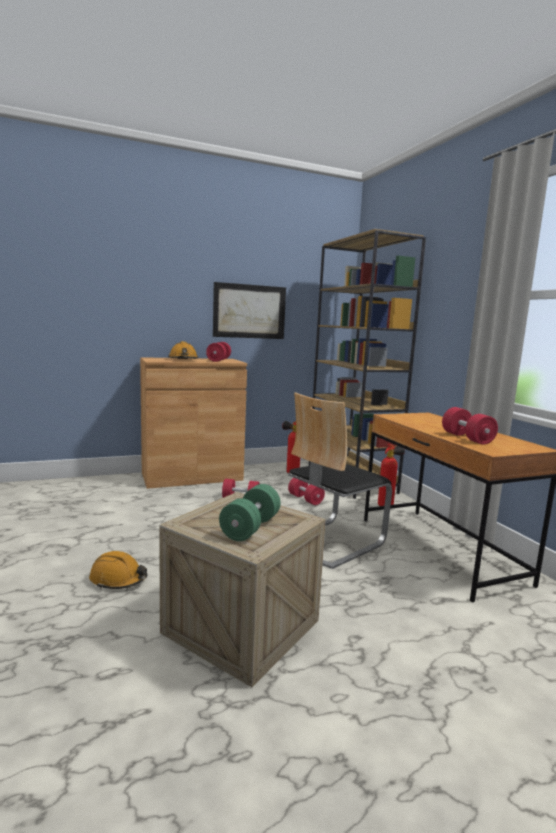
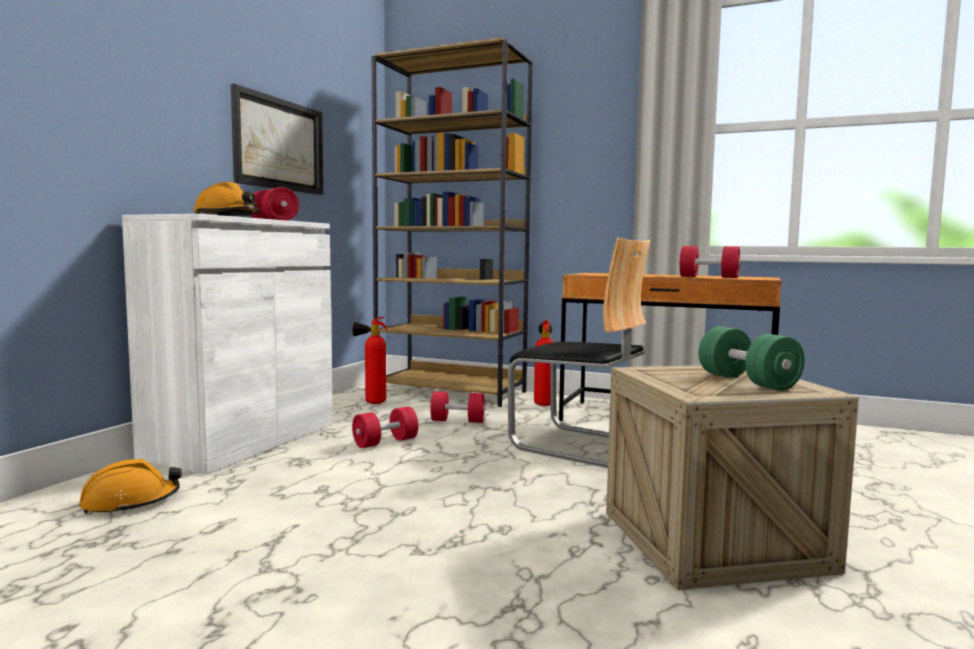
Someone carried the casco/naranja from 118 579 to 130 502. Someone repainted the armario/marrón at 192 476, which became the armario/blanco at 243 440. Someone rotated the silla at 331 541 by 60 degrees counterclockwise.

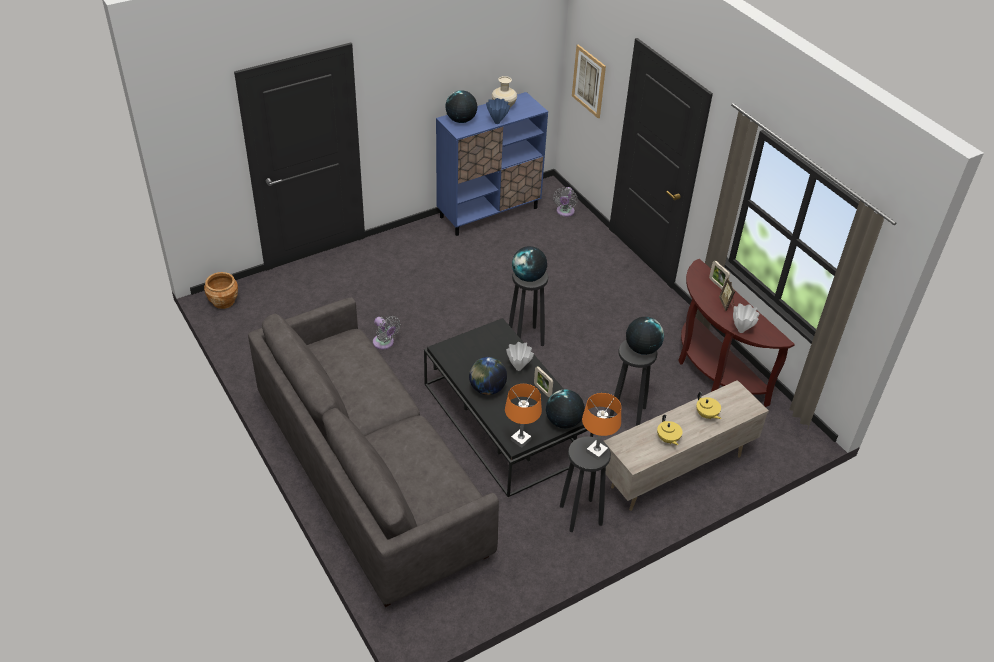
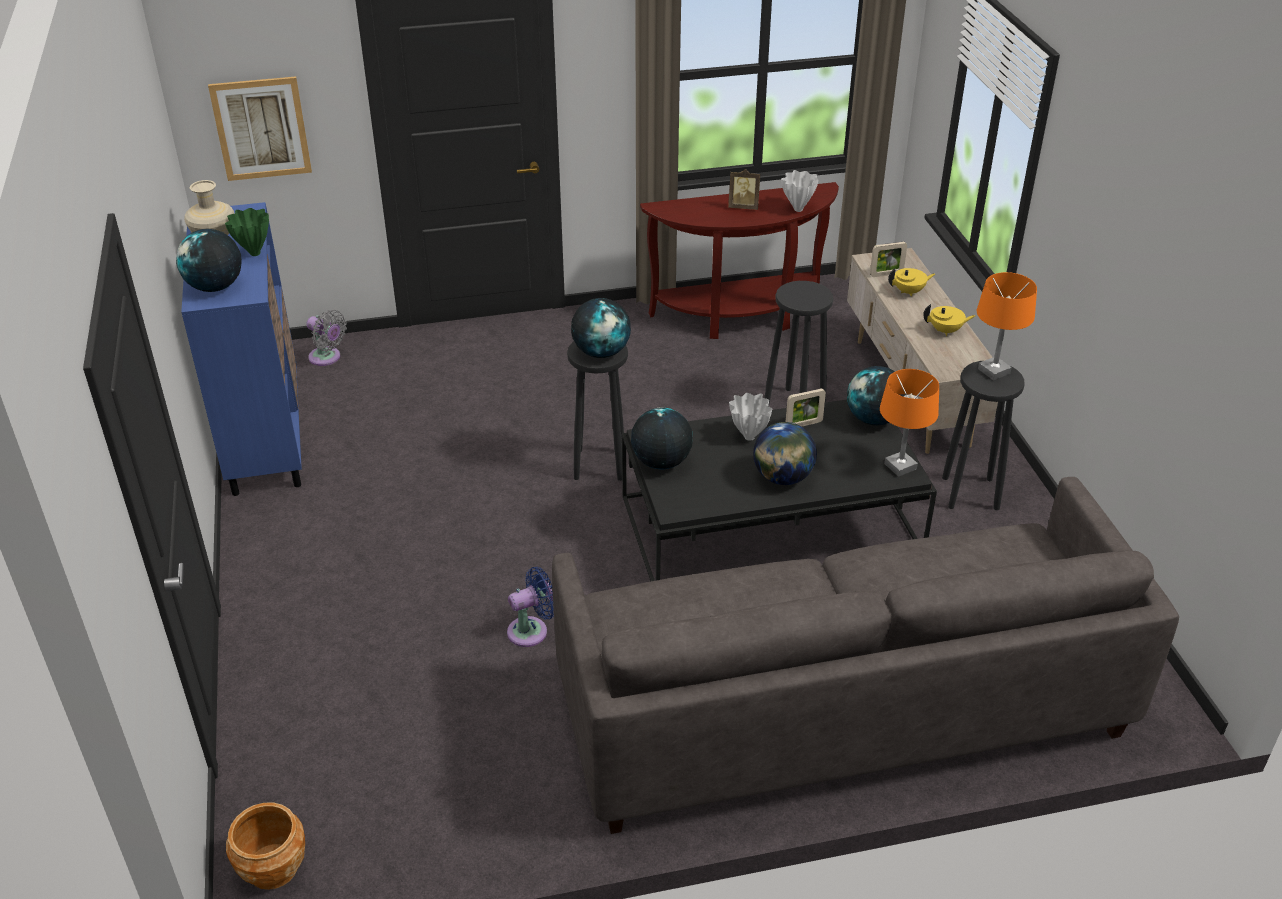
Someone repainted the ventilador/gris at 384 343, which became the ventilador/azul at 531 630. Someone repainted the florero/azul at 497 122, which became the florero/verde at 254 253. Someone carried the globo terráqueo from 642 349 to 661 462. Someone carried the portarretratos from 717 284 to 886 274.

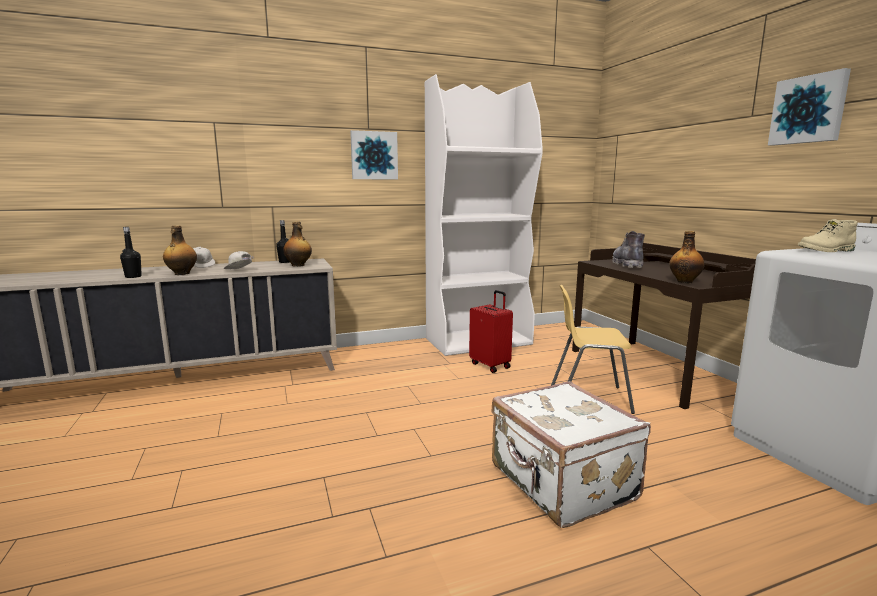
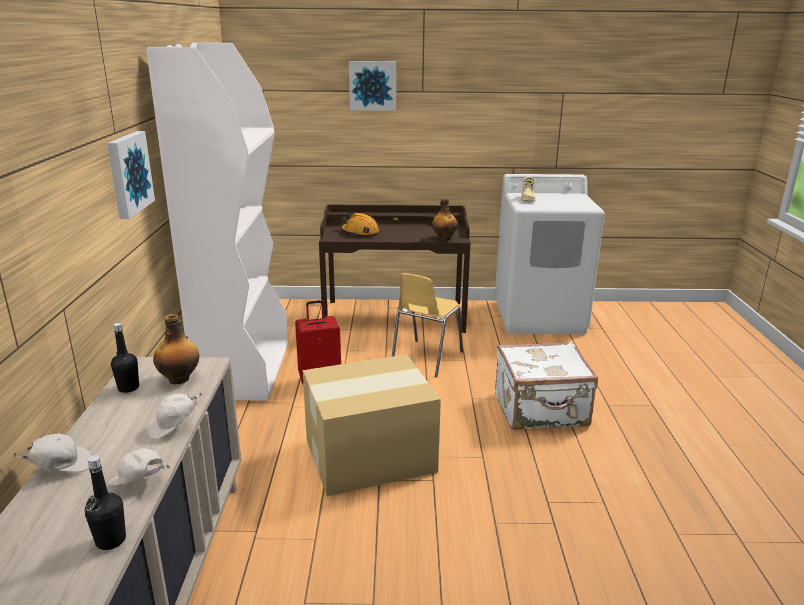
Someone swapped the botella at 181 274 for the gorra/blanco at 139 484. Someone swapped the bota/gris at 627 264 for the casco/naranja at 360 232. Someone carried the cuadro from 808 109 to 372 85. Someone put down the caja de cartón at 367 455.

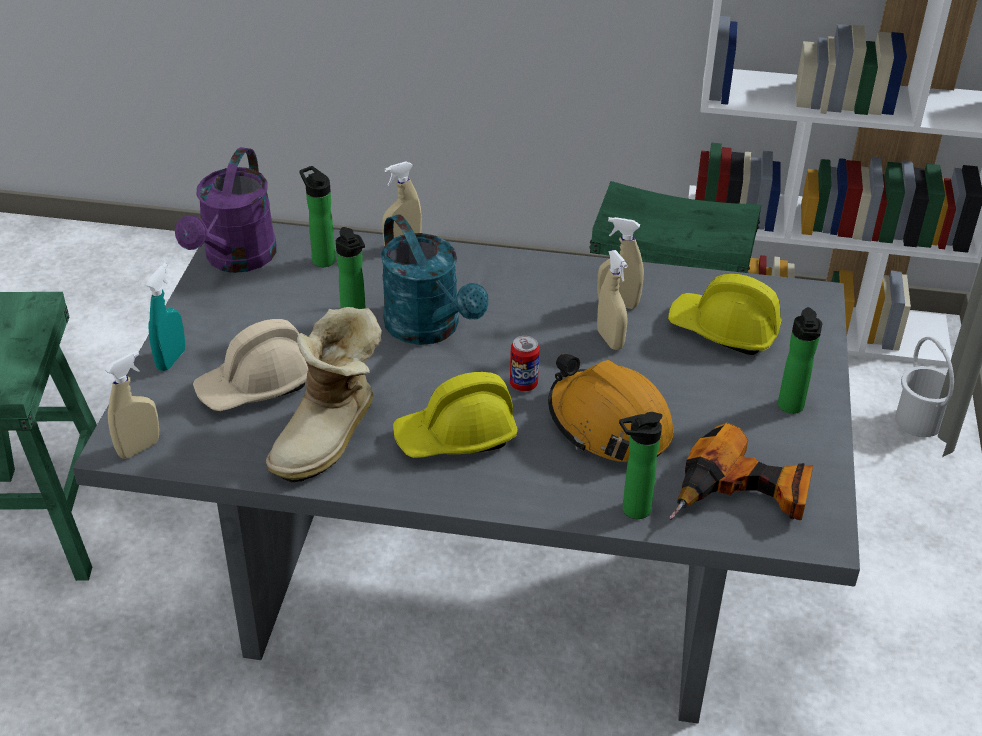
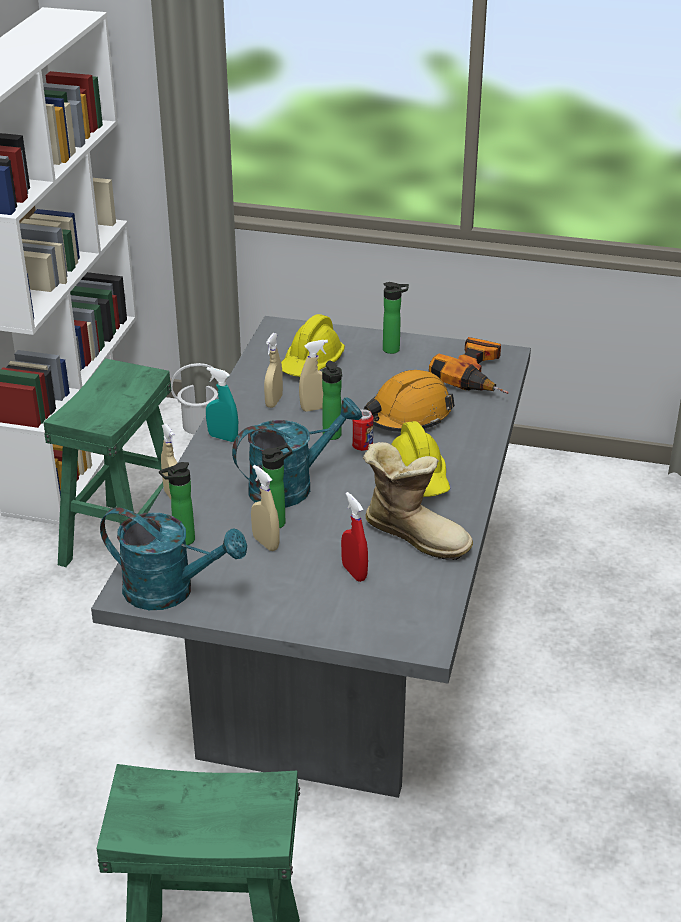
Someone carried the pulverizador/beis from 139 448 to 265 543. Someone carried the pulverizador/turquesa from 171 359 to 223 437. Someone repainted the regadera/morado at 236 260, which became the regadera/turquesa at 171 591. Someone swapped the casco/beis at 256 386 for the pulverizador/rojo at 354 572. Someone carried the botella from 632 510 to 332 436.

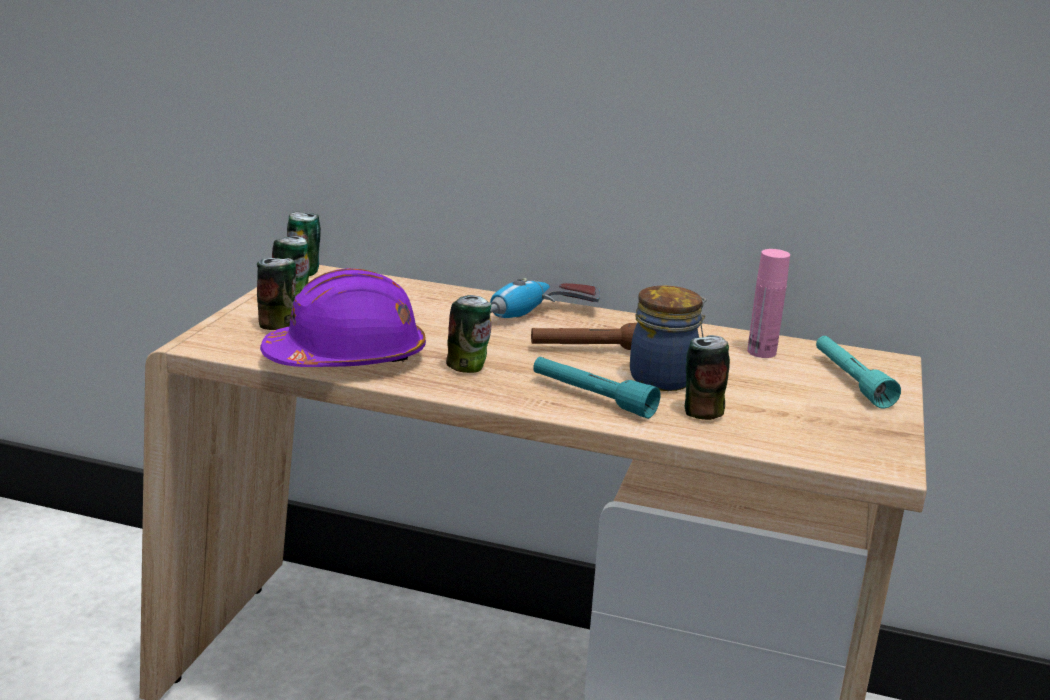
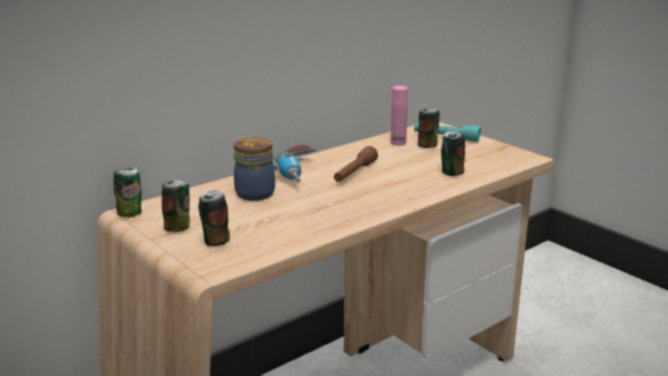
Someone took away the casco/morado at 347 358. Someone carried the lata from 469 368 to 427 146. Someone took away the linterna/turquesa at 592 397. Someone carried the tarro from 664 379 to 255 193.

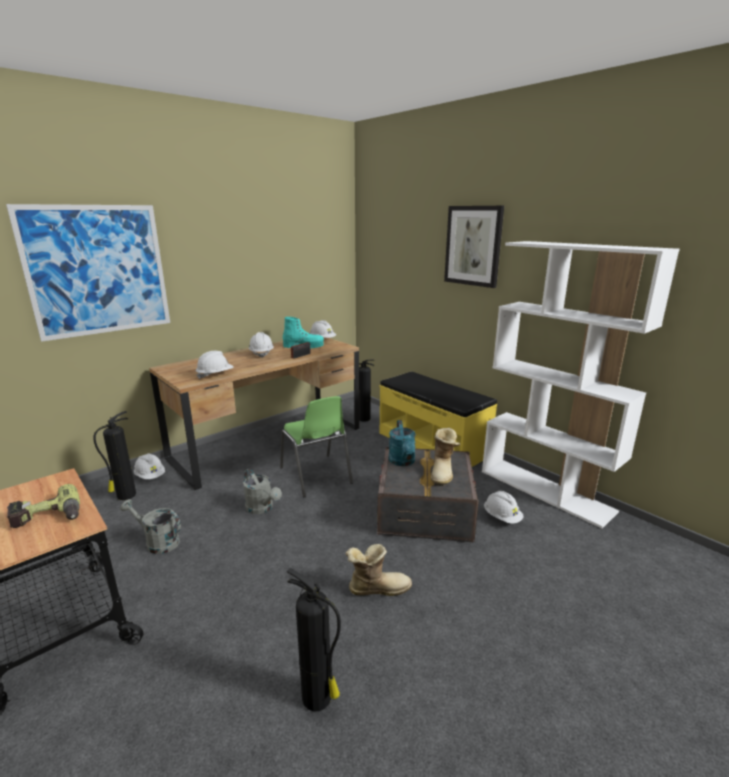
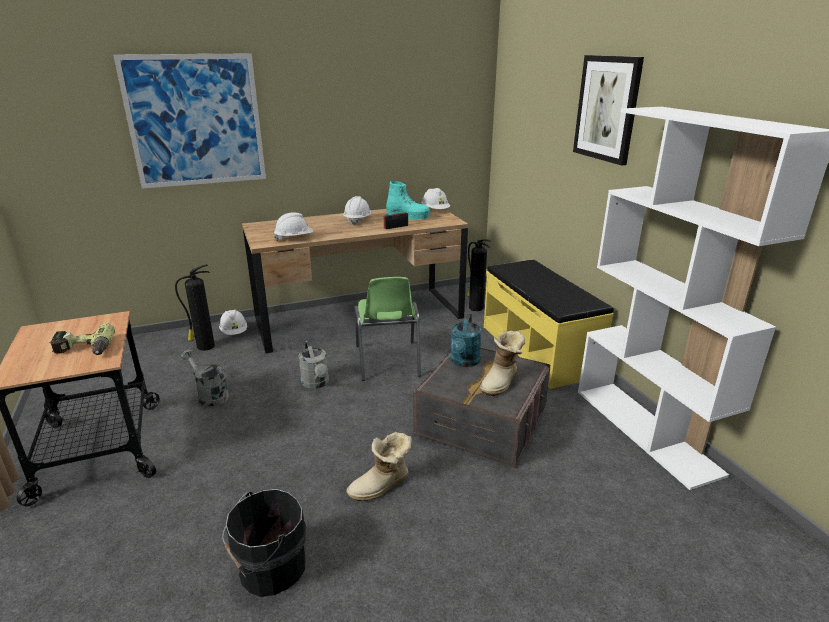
Someone swapped the extintor at 318 698 for the cubo/negro at 269 568. Someone rotated the bota at 377 588 by 135 degrees clockwise. Someone took away the casco/blanco at 502 517.

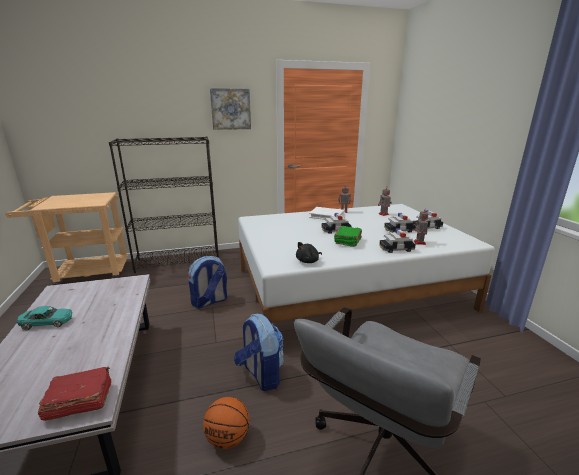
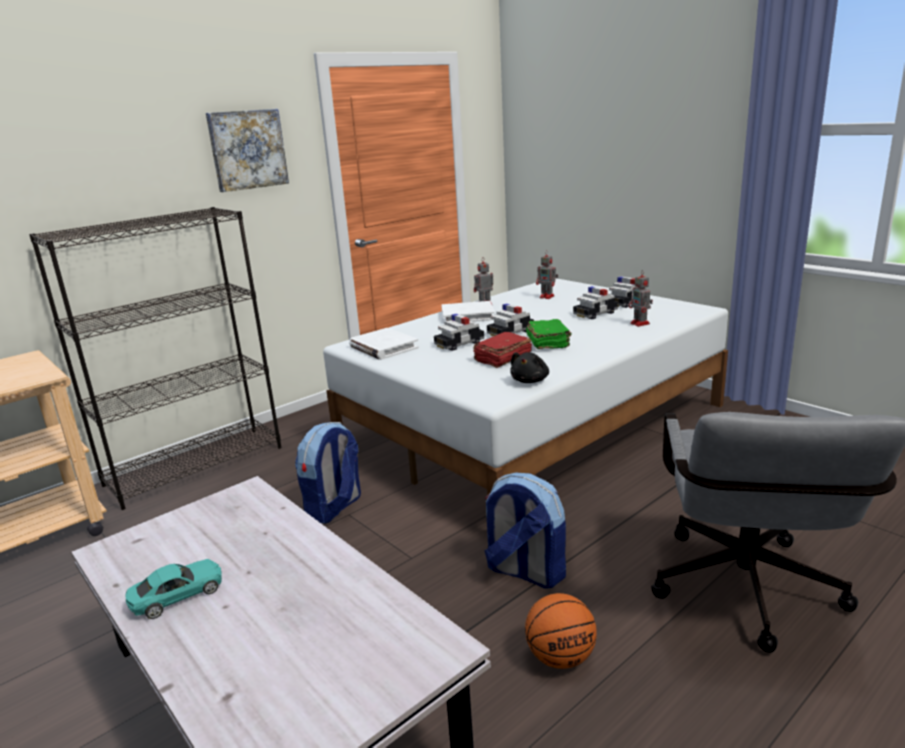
Someone carried the libro/rojo from 79 401 to 502 358. Someone carried the coche de juguete from 396 249 to 459 344. Someone put down the libro/blanco at 383 347.

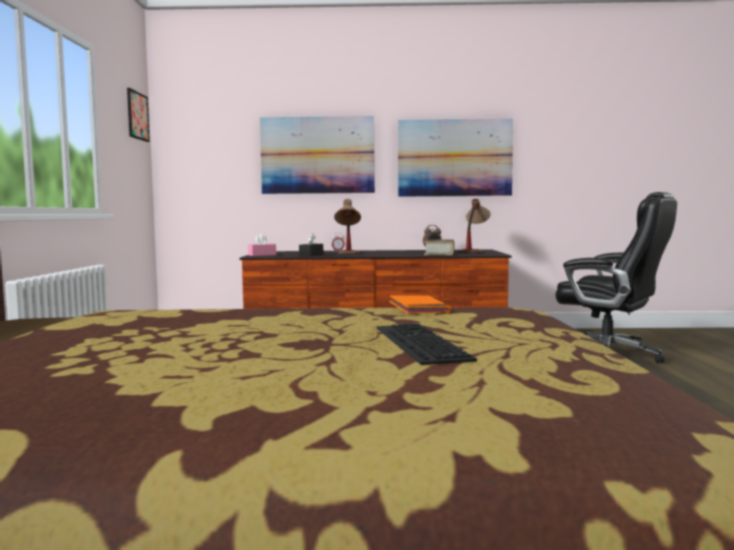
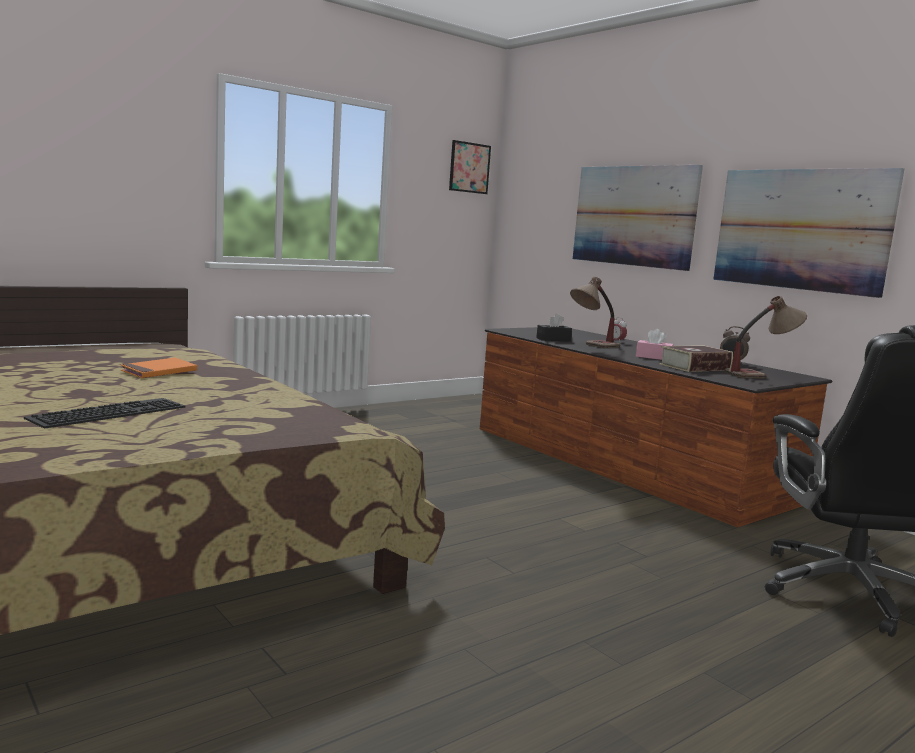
Someone carried the caja de pañuelos/rosa from 262 255 to 653 357. Someone carried the libro/naranja from 418 308 to 159 372.

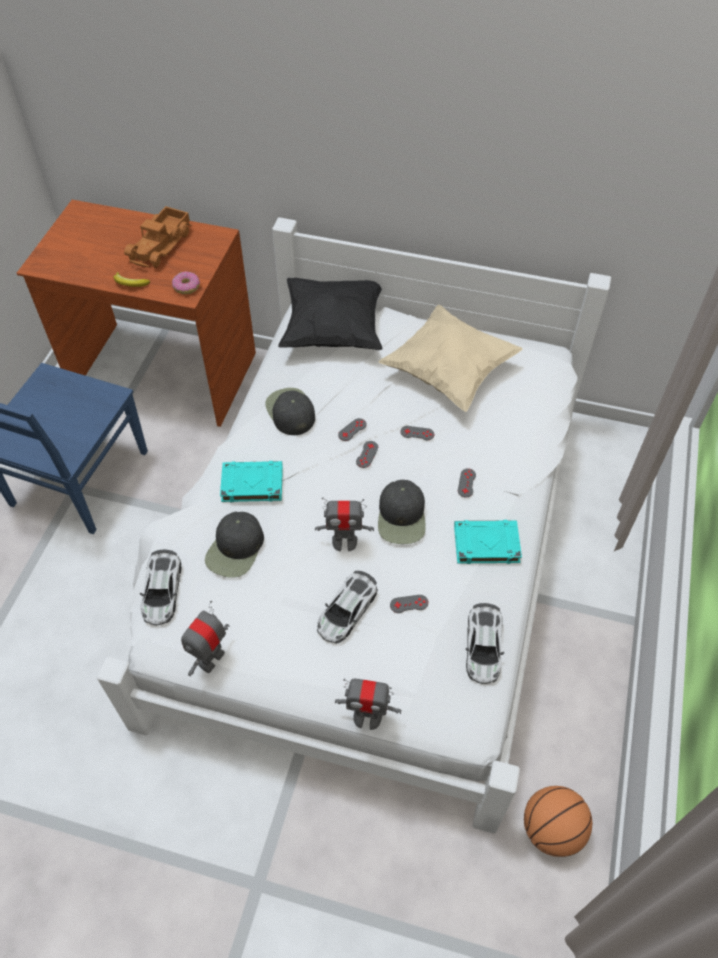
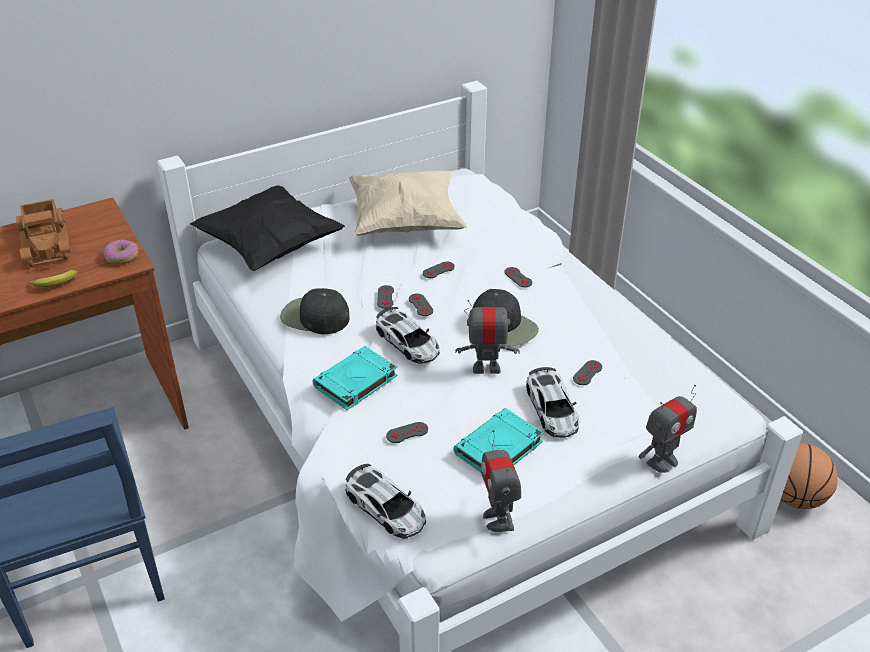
Someone swapped the gorra/negro at 236 549 for the mando de consola/gris at 407 433. Someone rotated the robot de juguete at 344 542 by 135 degrees counterclockwise. Someone carried the libro/turquesa from 485 544 to 498 449. Someone carried the coche de juguete from 483 647 to 408 342.

